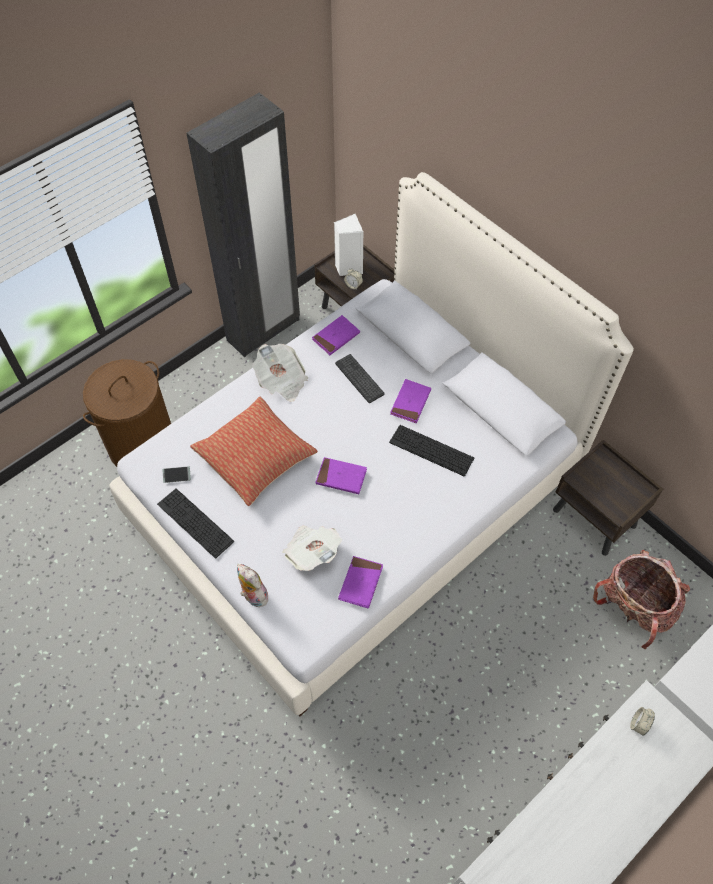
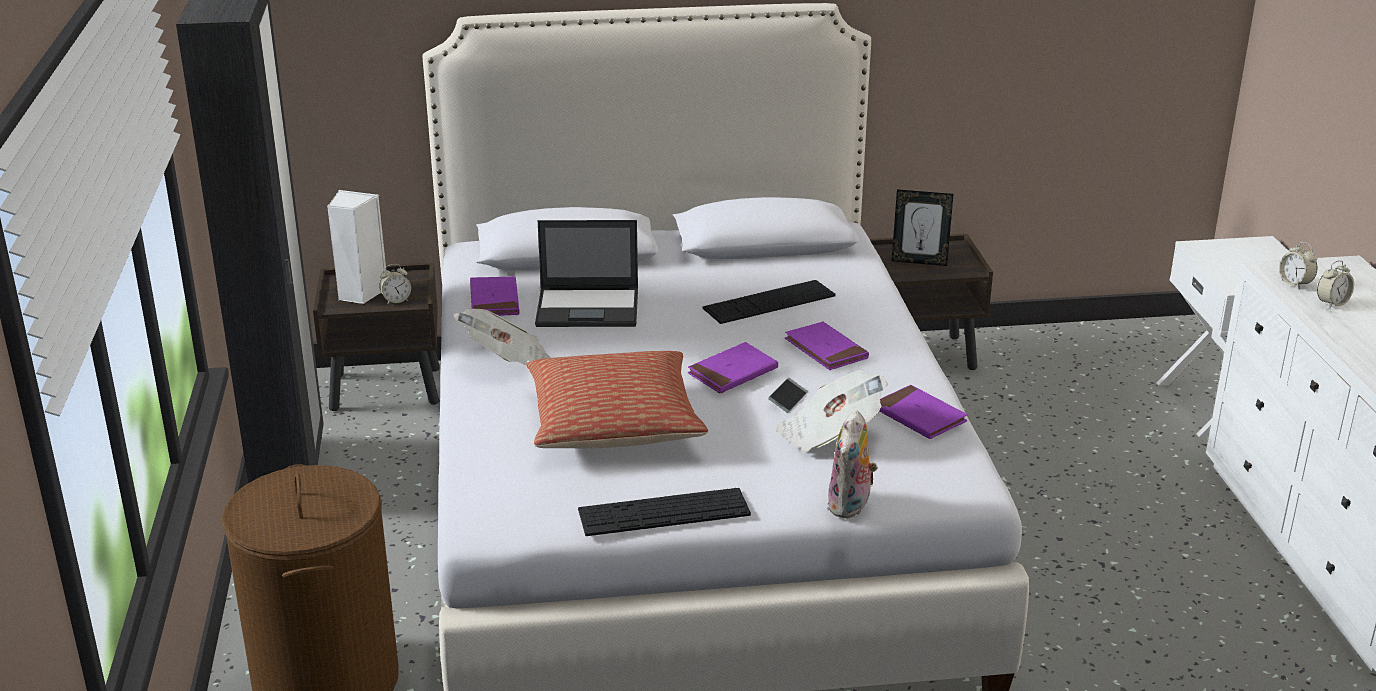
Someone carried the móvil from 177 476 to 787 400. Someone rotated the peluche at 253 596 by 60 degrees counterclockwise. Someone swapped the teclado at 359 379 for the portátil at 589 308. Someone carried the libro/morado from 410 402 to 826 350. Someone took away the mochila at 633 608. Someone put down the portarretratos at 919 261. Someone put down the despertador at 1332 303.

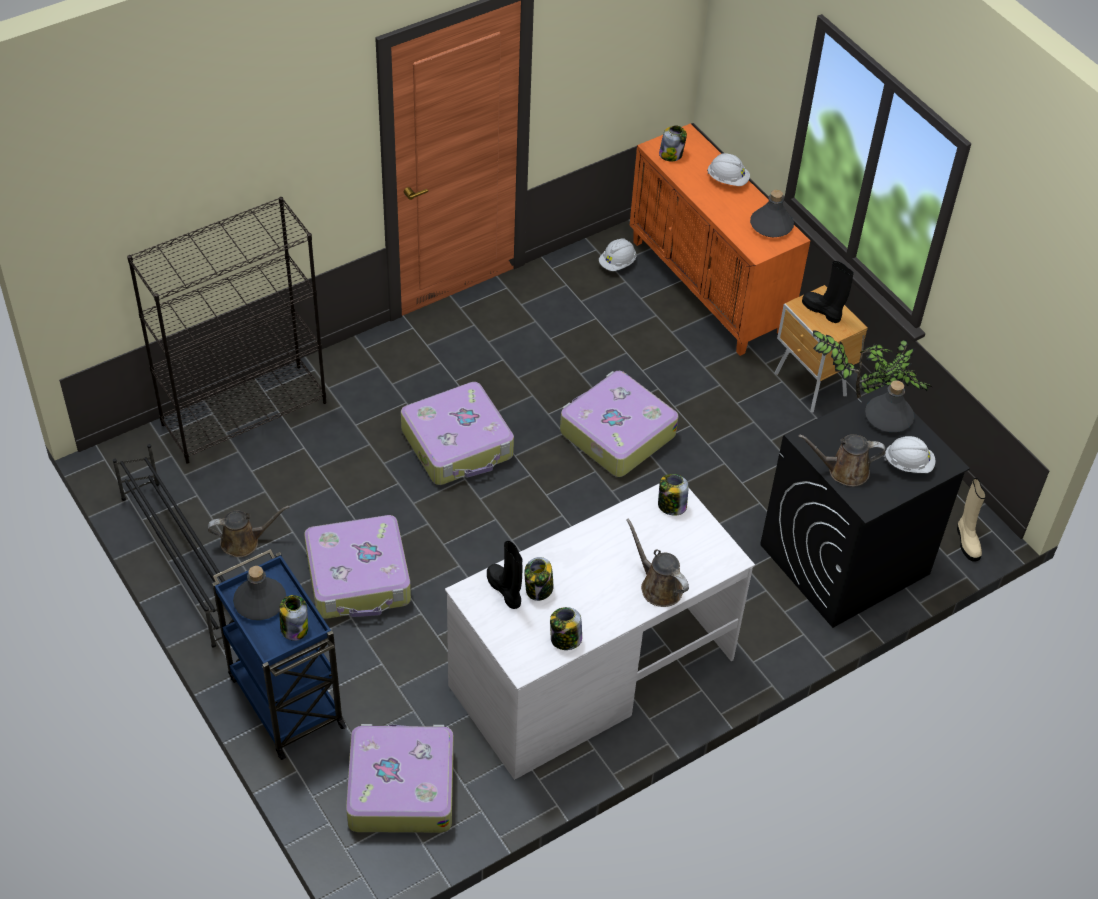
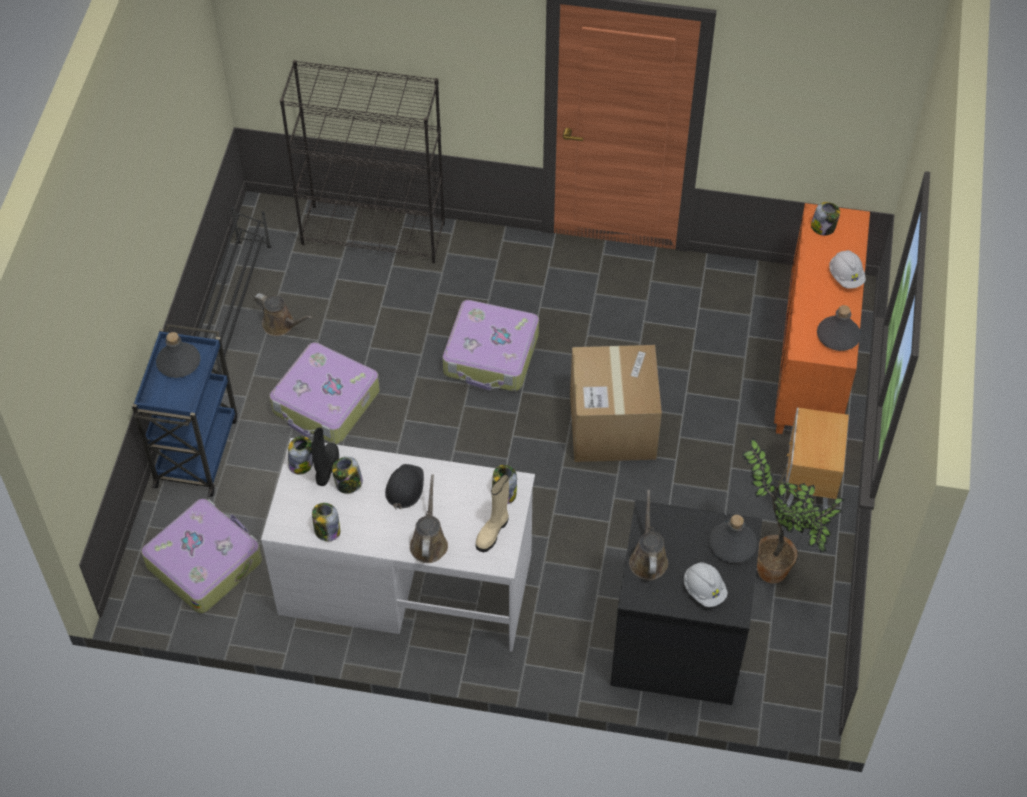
Someone carried the tarro from 294 628 to 301 463. Someone swapped the maleta at 616 433 for the caja de cartón at 612 426. Someone took away the casco/blanco at 617 263. Someone rotated the regadera/marrón at 844 471 by 45 degrees clockwise. Someone took away the bota/negro at 823 311. Someone carried the bota/beis from 967 541 to 493 531. Someone put down the casco/negro at 404 487.

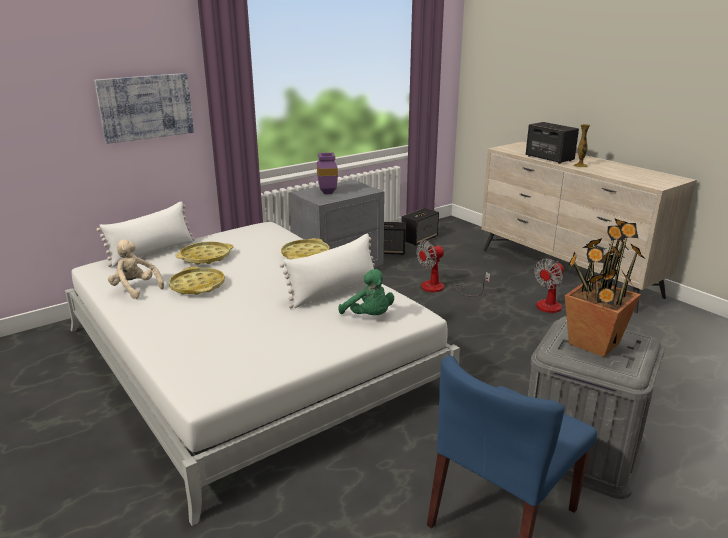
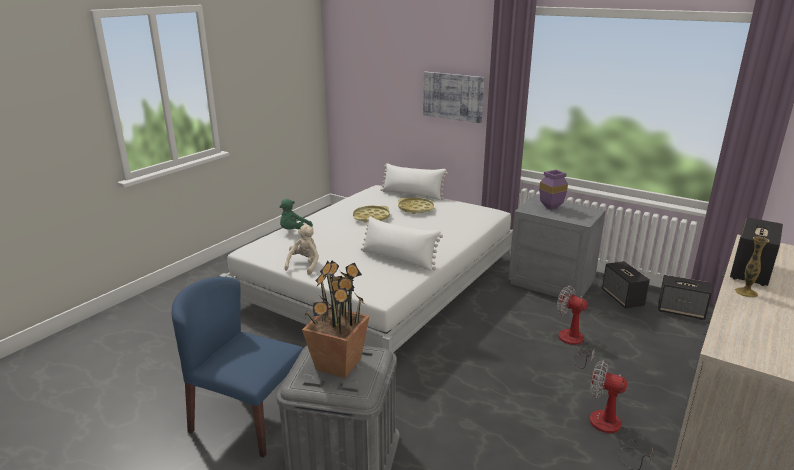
Someone carried the peluche/beis from 135 289 to 304 265. Someone took away the bandeja/amarillo at 305 255. Someone carried the peluche/verde from 369 316 to 293 231.

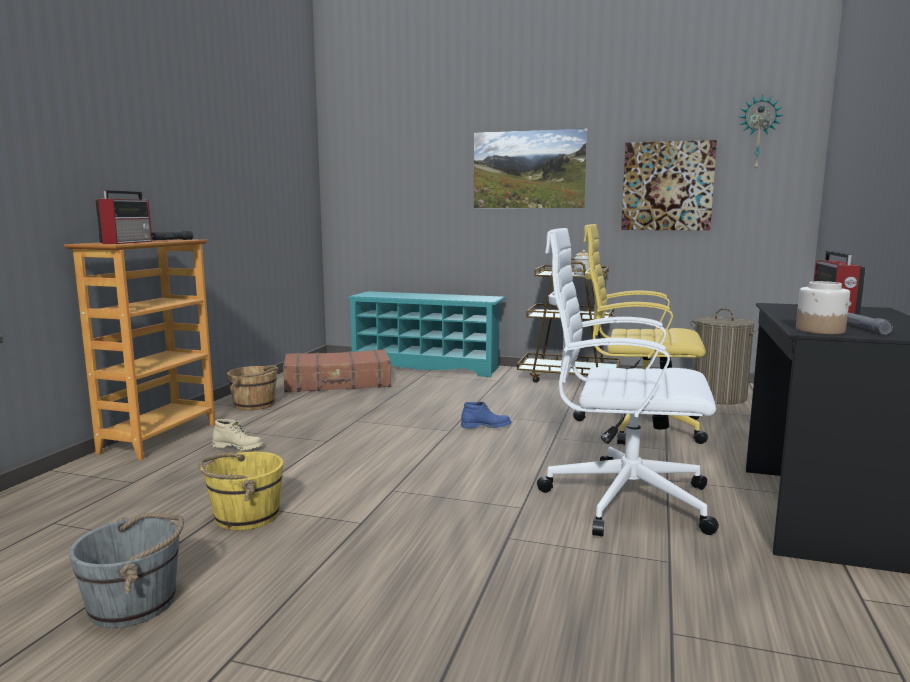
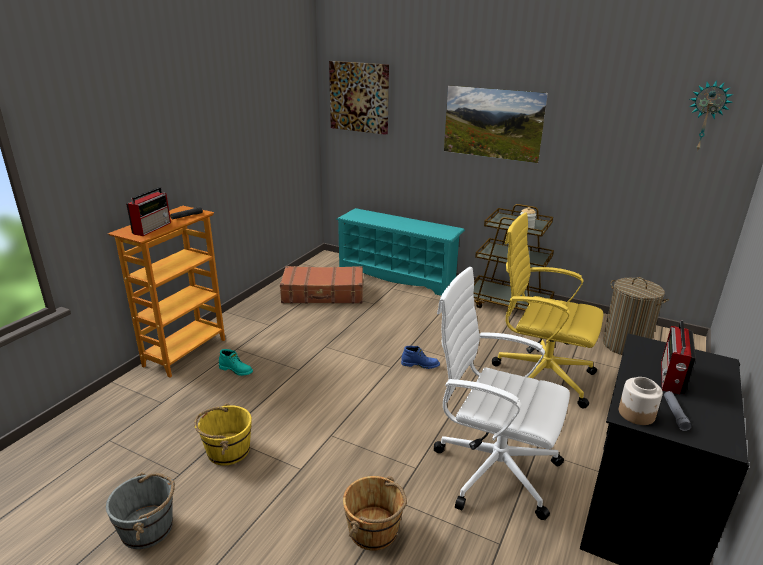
Someone repainted the bota/beis at 238 447, which became the bota/turquesa at 236 370. Someone carried the cubo/marrón from 255 404 to 374 530. Someone carried the cuadro from 667 186 to 359 97.

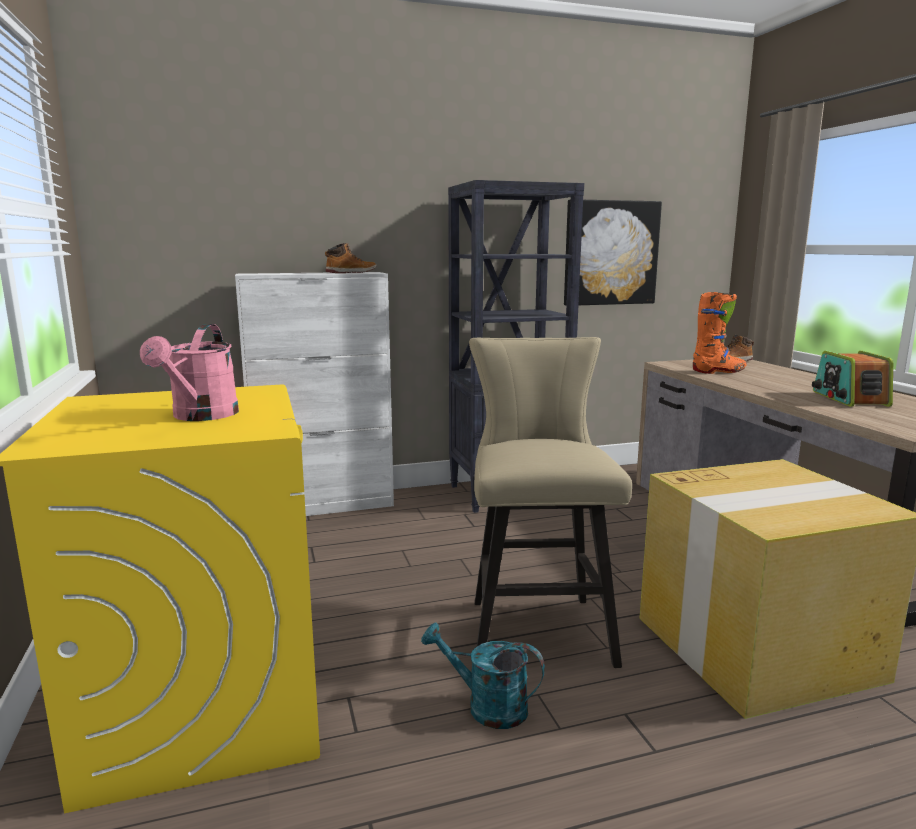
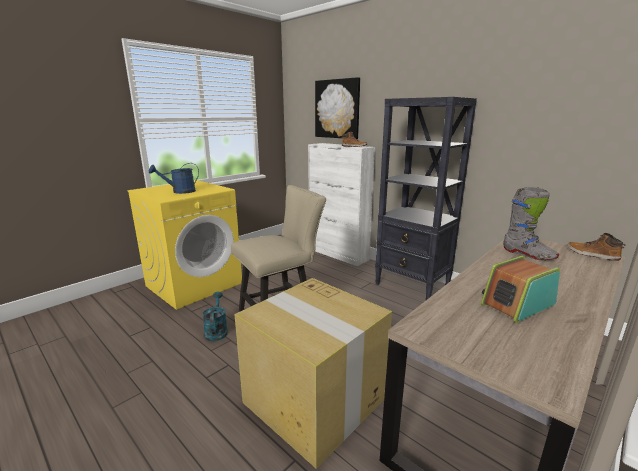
Someone repainted the regadera/rosa at 201 416, which became the regadera/azul at 179 192. Someone carried the cuadro from 610 253 to 337 109. Someone repainted the bota/naranja at 719 371, which became the bota/gris at 528 255.

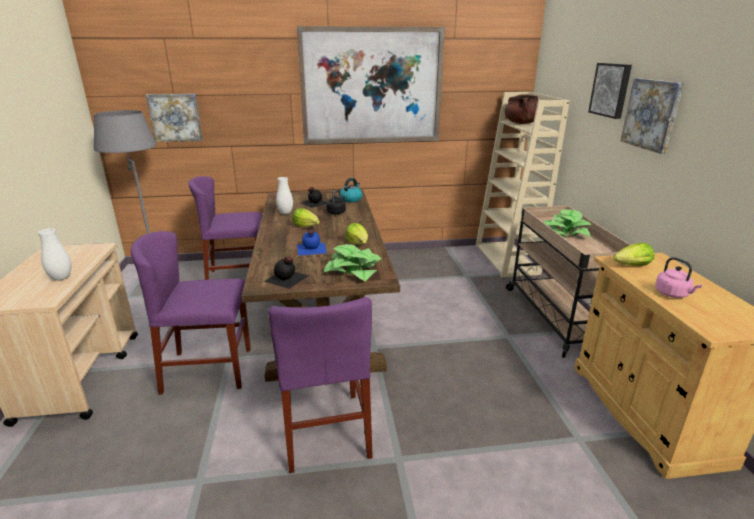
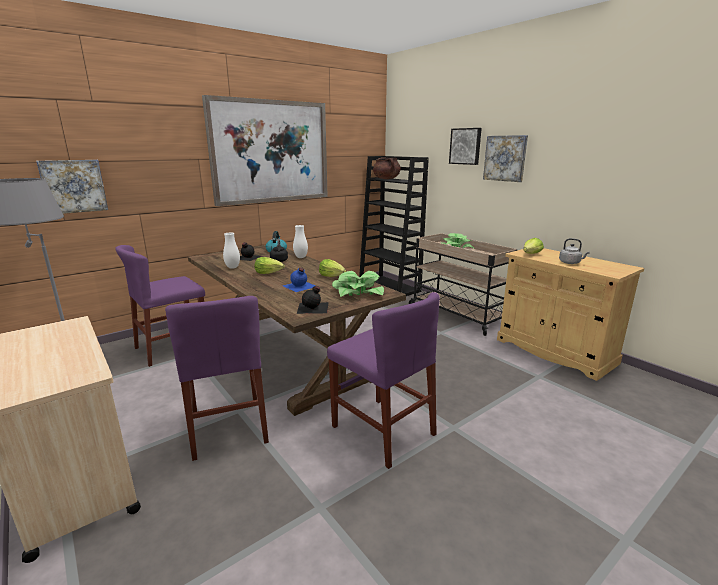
Someone carried the florero/blanco from 61 278 to 301 257. Someone rotated the silla/morado at 208 370 by 75 degrees counterclockwise. Someone repainted the estantería/beis at 507 260, which became the estantería/negro at 390 287. Someone repainted the hervidor/rosa at 673 294, which became the hervidor/gris at 570 263.

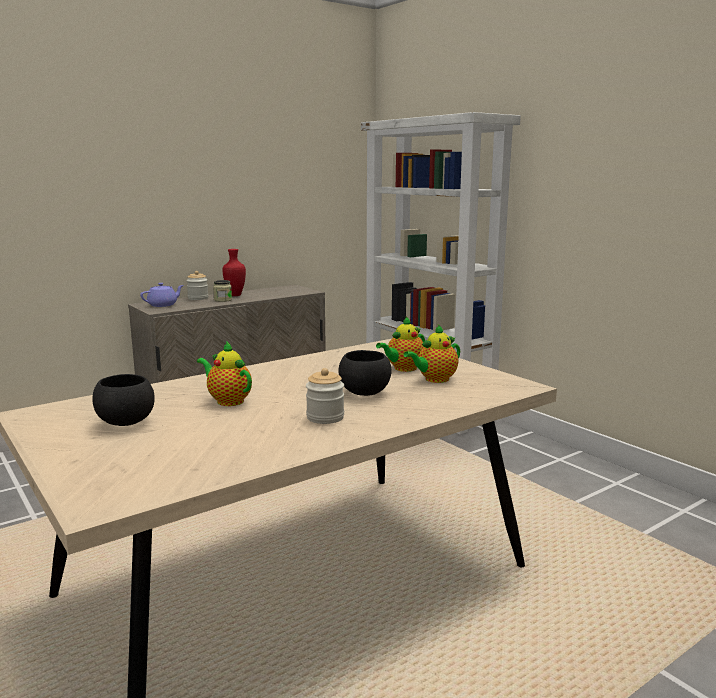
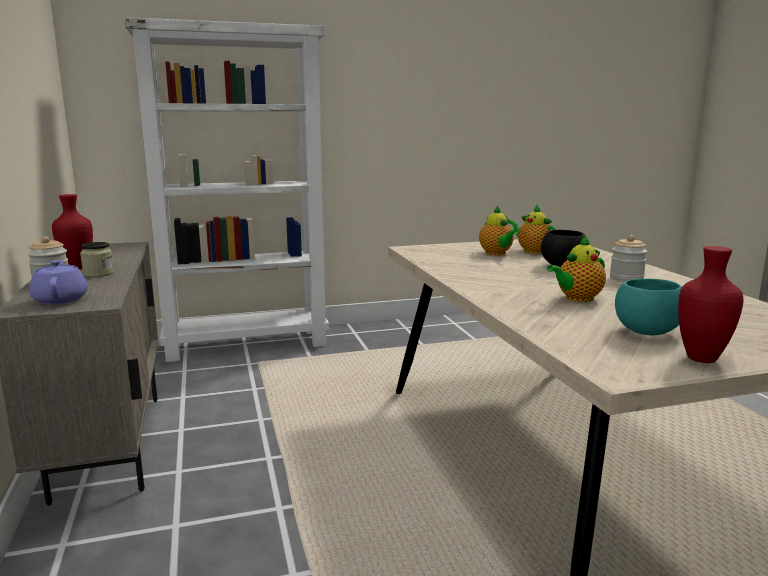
Someone repainted the cuenco/negro at 126 422, which became the cuenco/turquesa at 645 331. Someone rotated the tetera at 434 379 by 150 degrees clockwise. Someone put down the florero/rojo at 703 359.

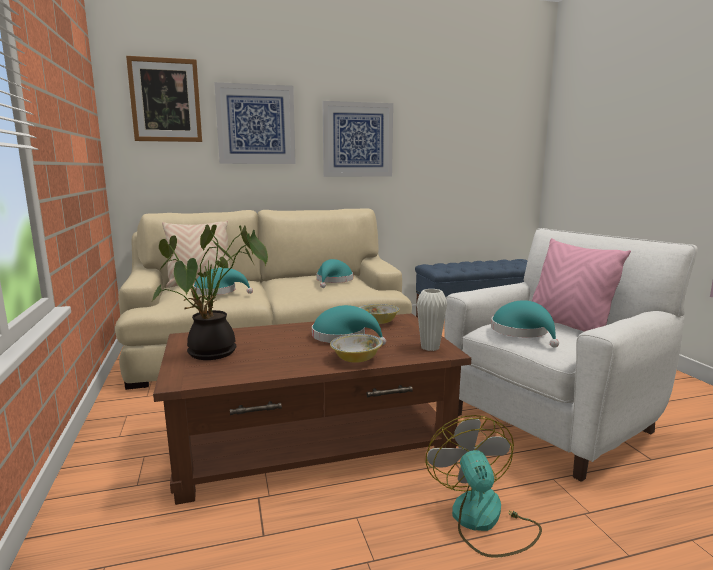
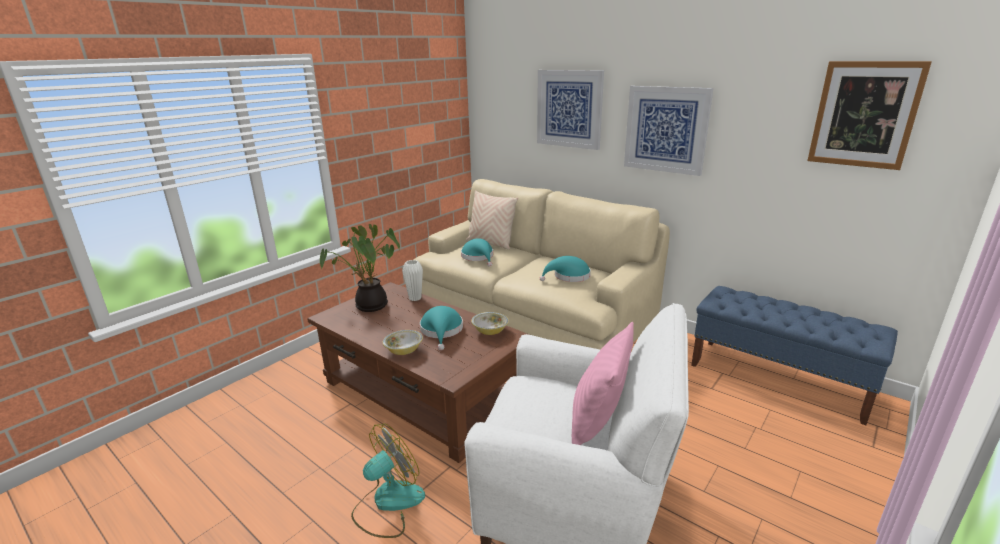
Someone carried the cuadro from 165 100 to 864 115. Someone carried the florero/blanco from 430 347 to 415 298. Someone took away the sombrero/turquesa at 522 332.

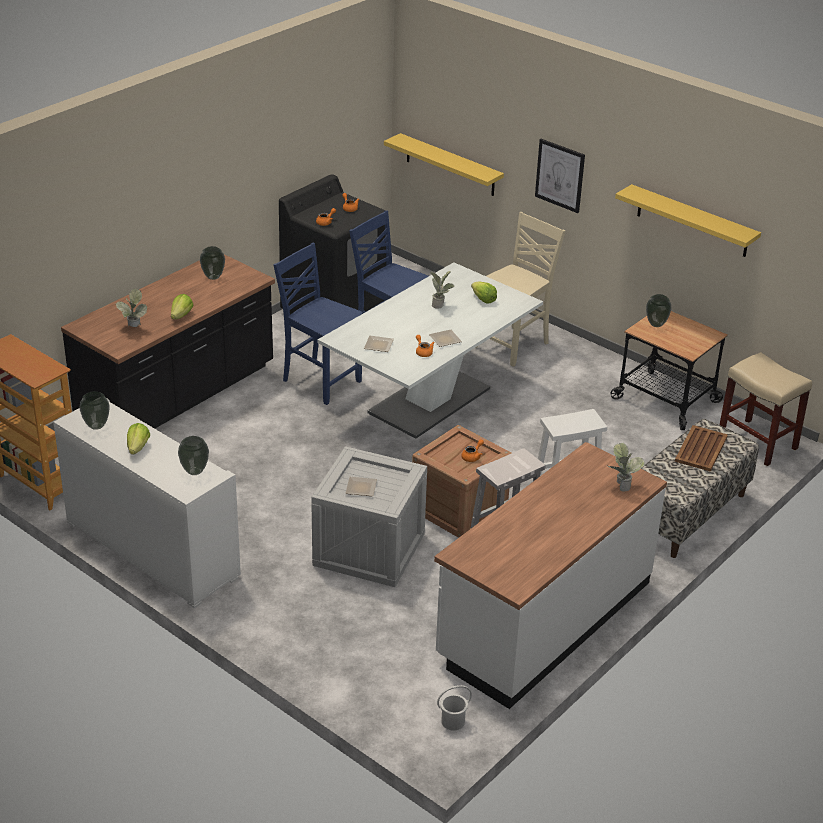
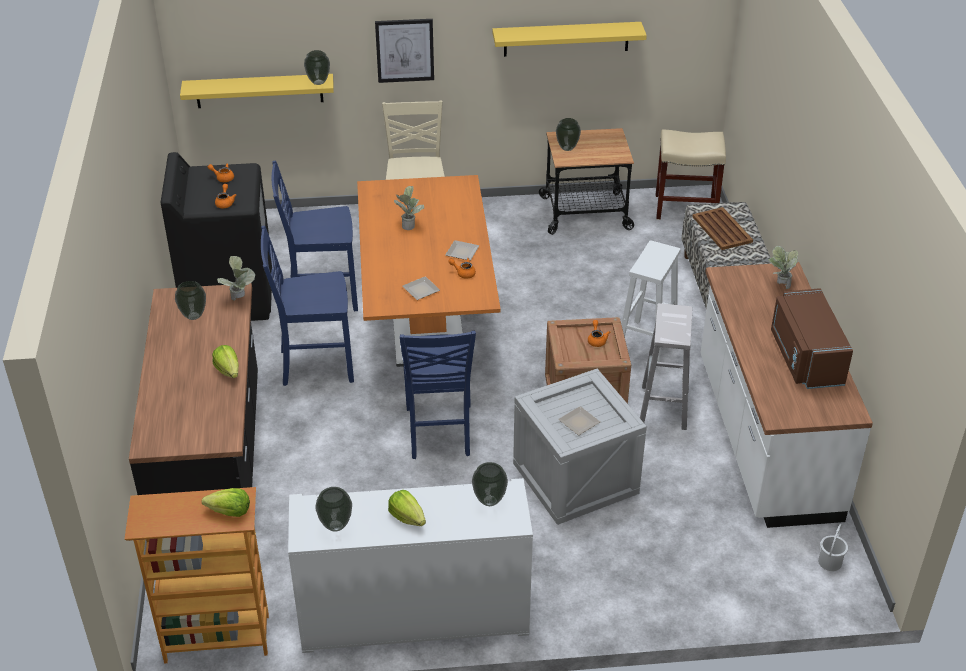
Someone carried the planta en maceta from 133 328 to 240 299. Someone repainted the mesa de comedor/blanco at 429 401, which became the mesa de comedor/naranja at 427 323. Someone carried the lechuga from 483 300 to 229 512. Someone put down the florero at 319 82. Someone put down the silla/azul at 439 433. Someone put down the microondas/marrón at 804 358.

